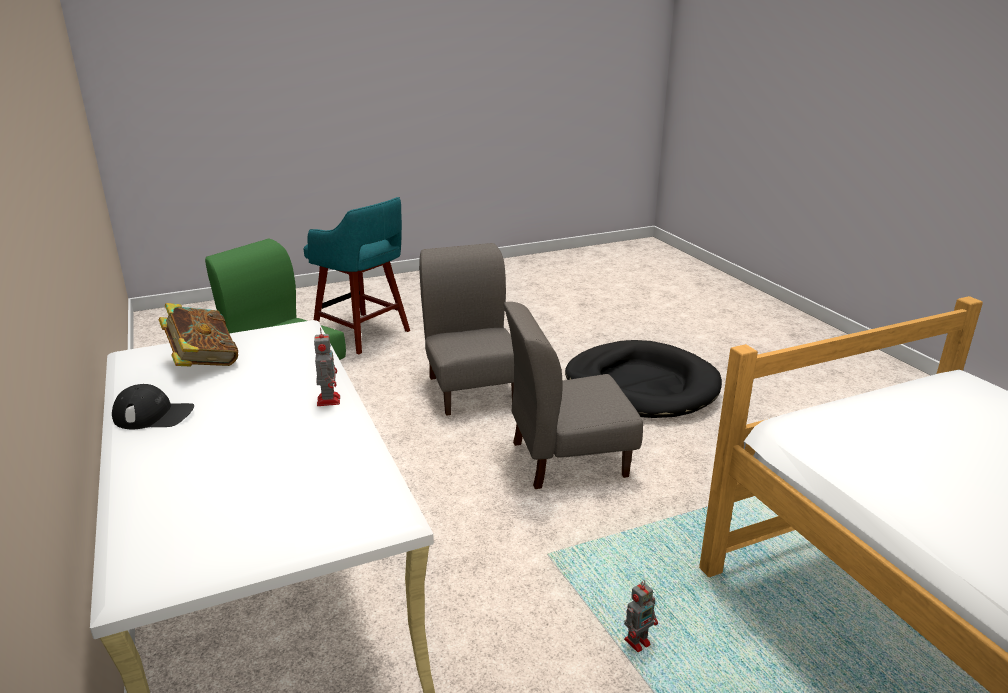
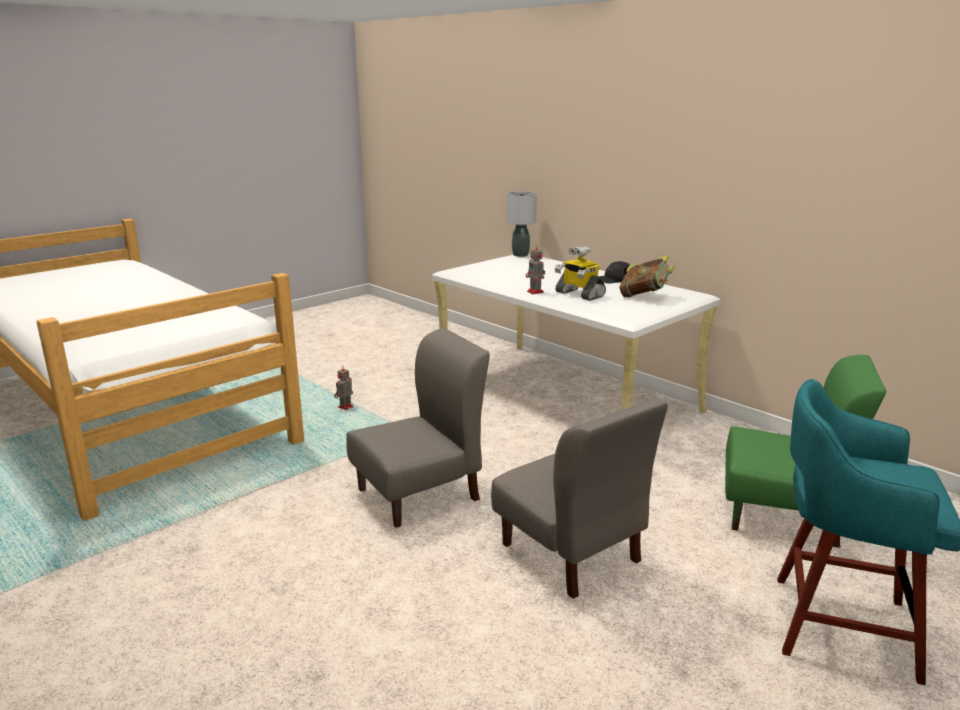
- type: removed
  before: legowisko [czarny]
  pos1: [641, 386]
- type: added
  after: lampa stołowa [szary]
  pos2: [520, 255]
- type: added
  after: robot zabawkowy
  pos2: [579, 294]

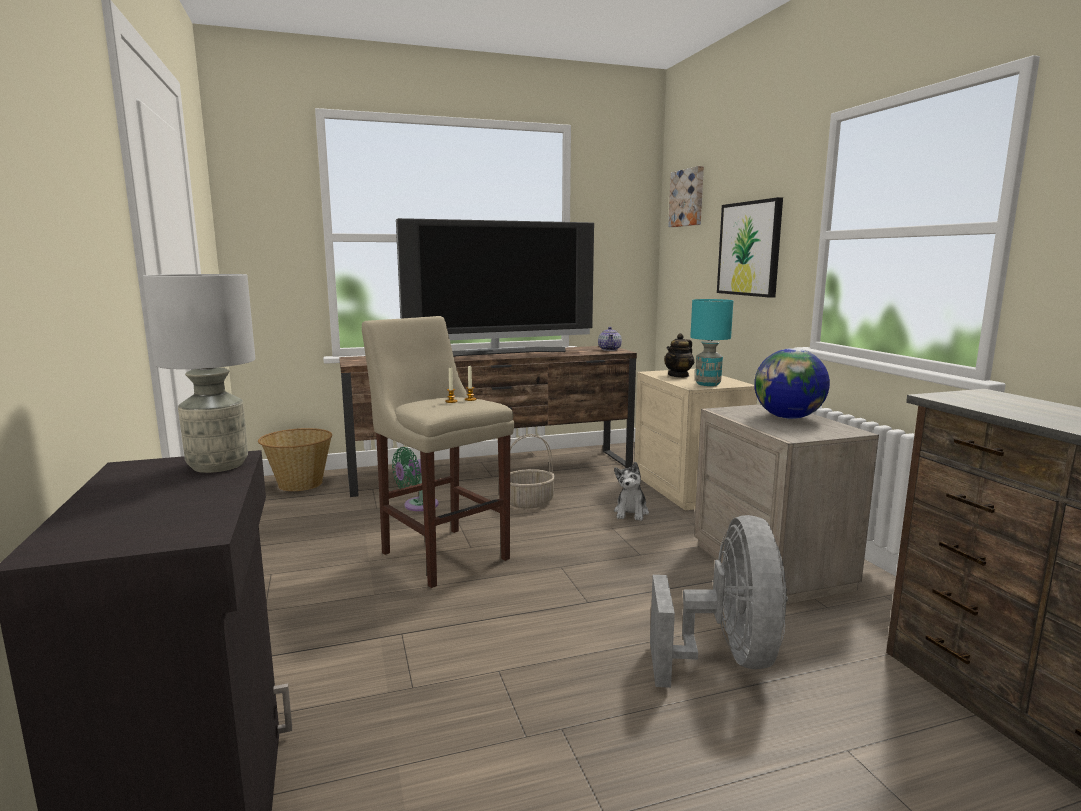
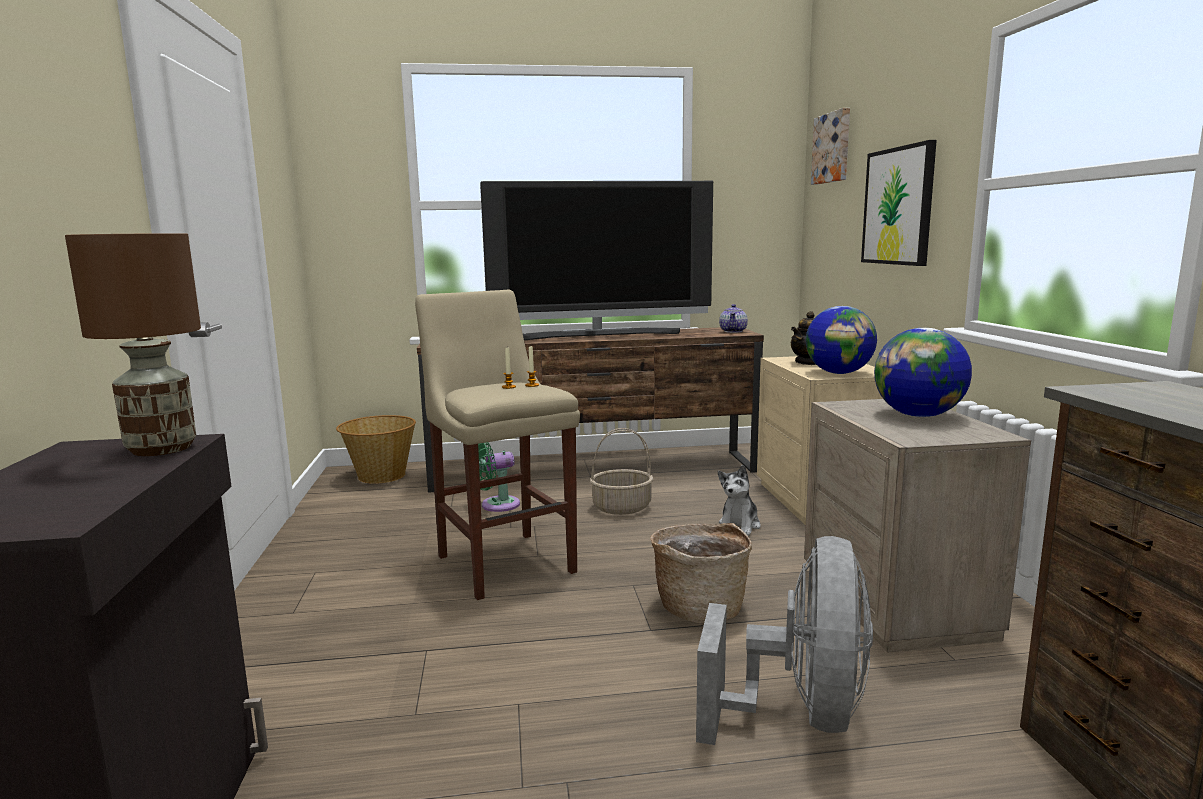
- type: recoloured
  before: lampa stołowa [szary]
  after: lampa stołowa [brązowy]
  pos1: [218, 466]
  pos2: [162, 449]
- type: replaced
  before: lampa stołowa [turkusowy]
  after: globus
  pos1: [708, 384]
  pos2: [839, 373]
- type: added
  after: koszyk
  pos2: [700, 607]

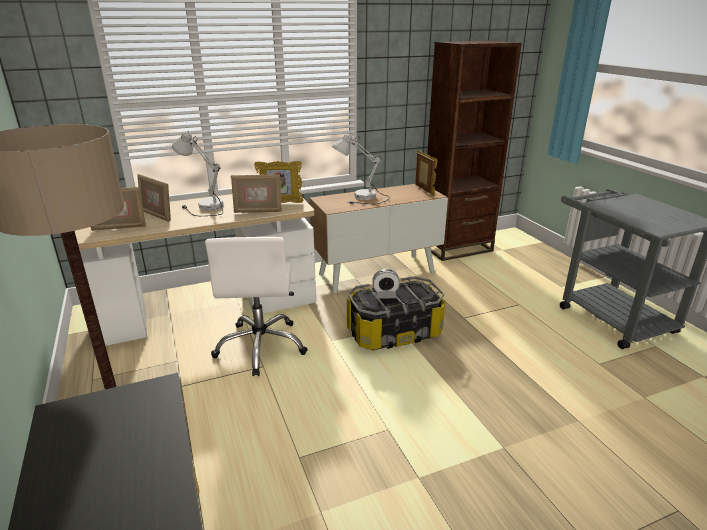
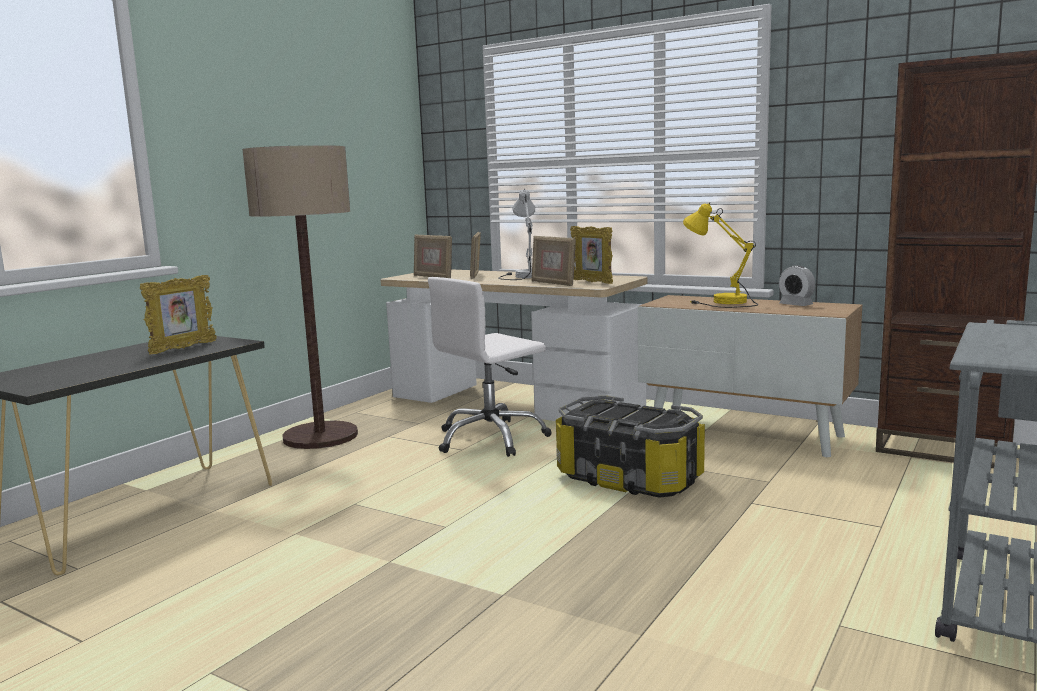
- type: recoloured
  before: lampa stołowa [biały]
  after: lampa stołowa [żółty]
  pos1: [362, 199]
  pos2: [720, 303]
- type: moved
  before: budzik
  pos1: [385, 296]
  pos2: [796, 305]
- type: moved
  before: ramka na zdjęcie
  pos1: [424, 191]
  pos2: [183, 348]

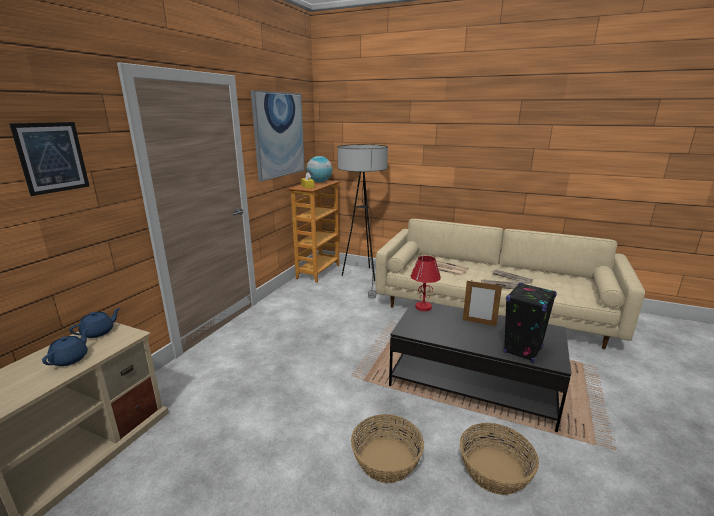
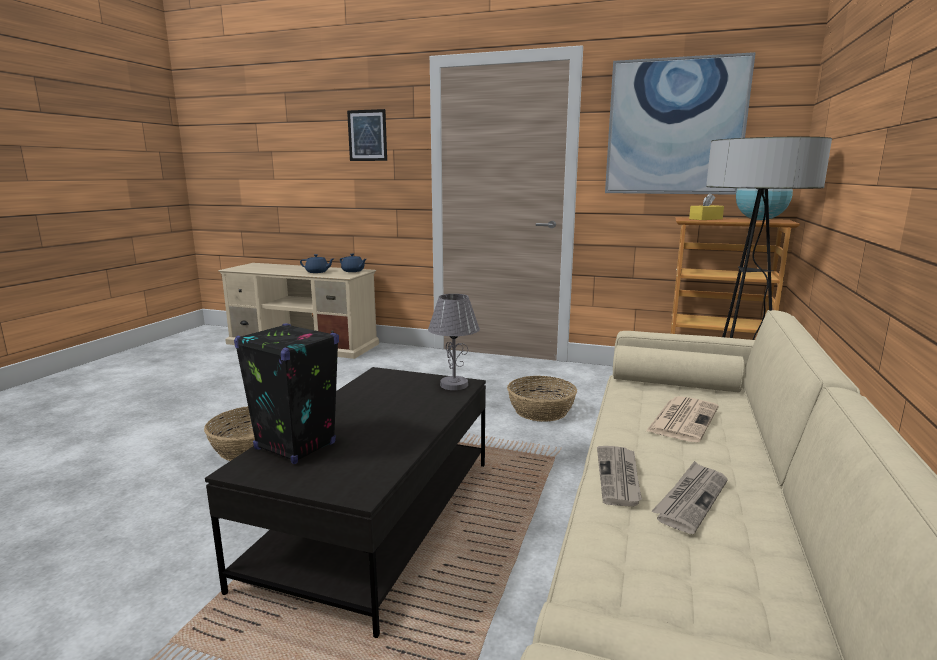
- type: recoloured
  before: lampa stołowa [czerwony]
  after: lampa stołowa [szary]
  pos1: [423, 307]
  pos2: [454, 384]
- type: moved
  before: koszyk
  pos1: [495, 470]
  pos2: [540, 411]
- type: removed
  before: ramka na zdjęcie
  pos1: [479, 322]

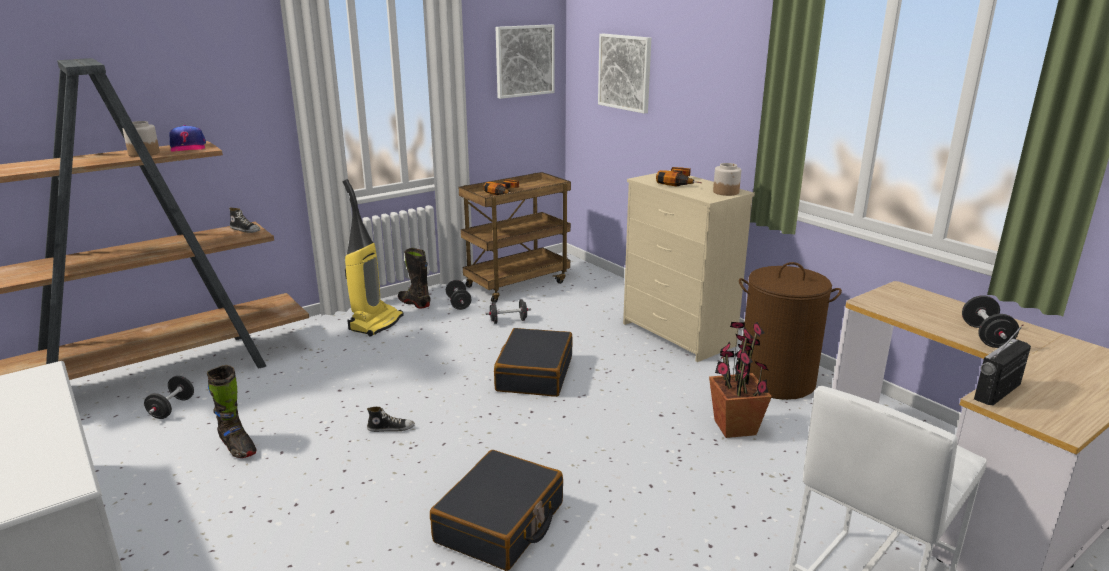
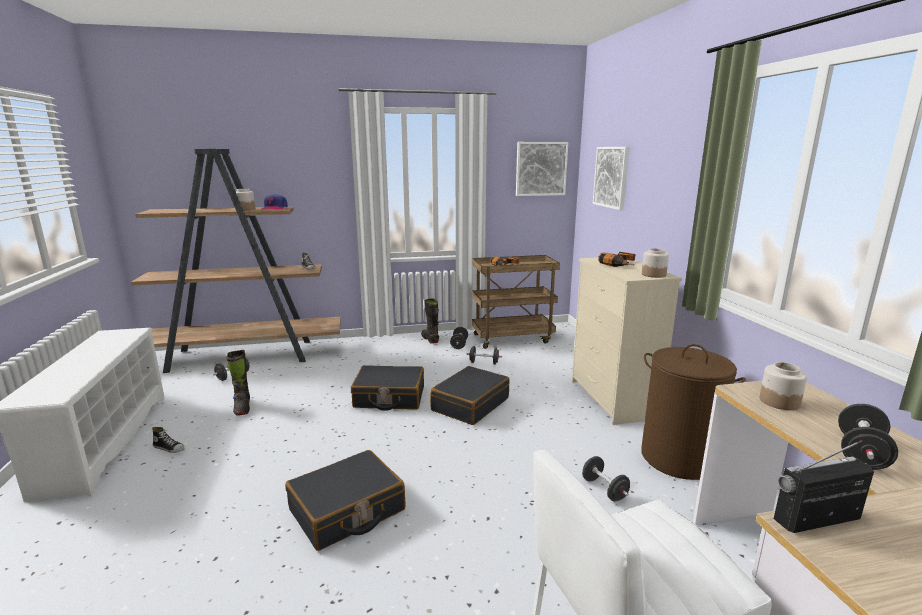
- type: removed
  before: odkurzacz
  pos1: [375, 323]
- type: moved
  before: but
  pos1: [391, 428]
  pos2: [169, 448]
- type: replaced
  before: roślina doniczkowa
  after: hantel [czarny]
  pos1: [734, 427]
  pos2: [604, 489]
- type: added
  after: walizka [czarny]
  pos2: [389, 397]
- type: added
  after: słoik
  pos2: [779, 401]

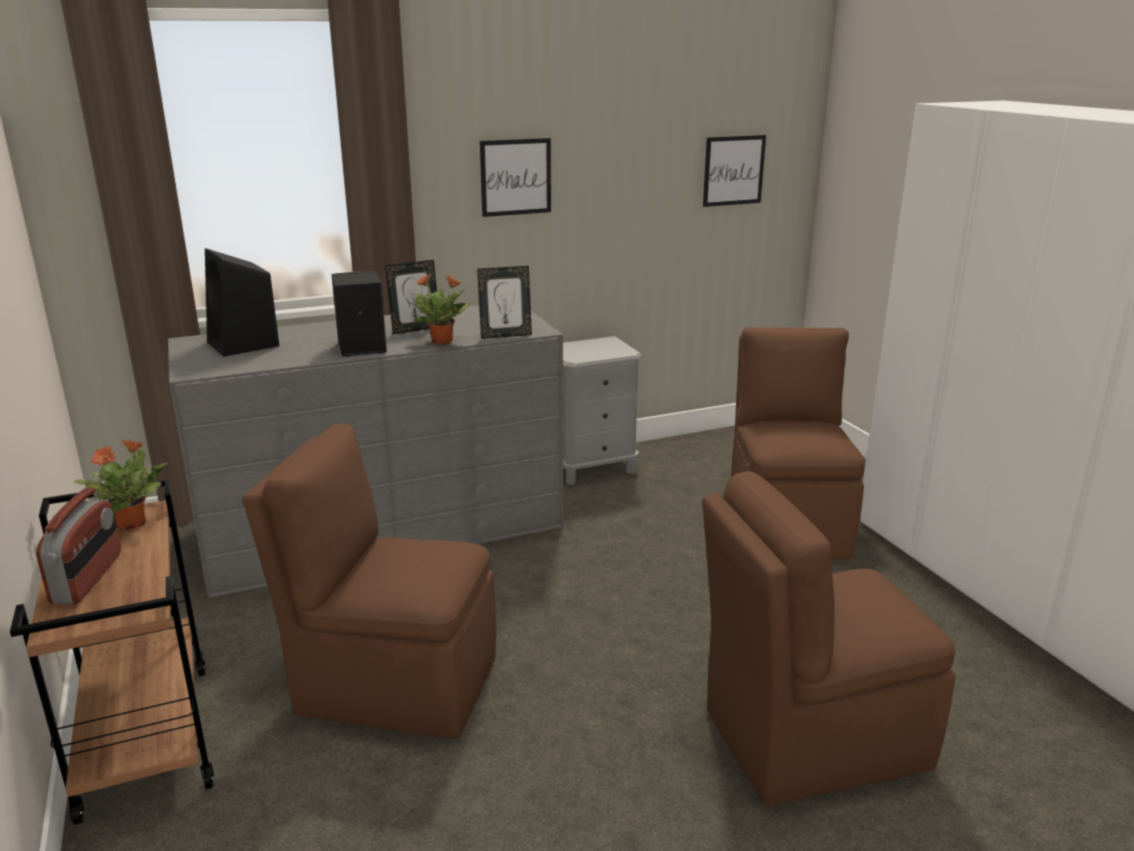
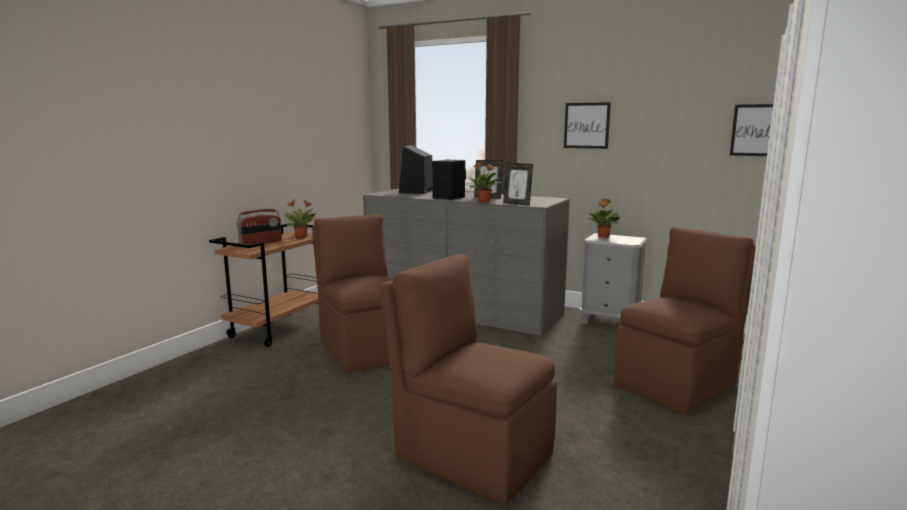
- type: added
  after: roślina doniczkowa
  pos2: [603, 236]

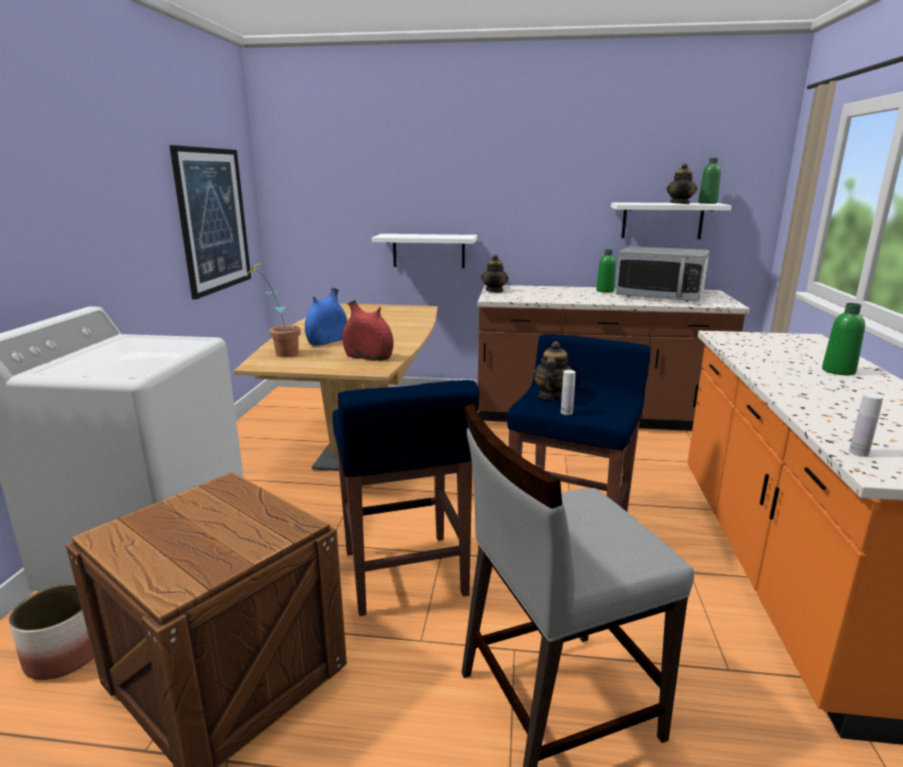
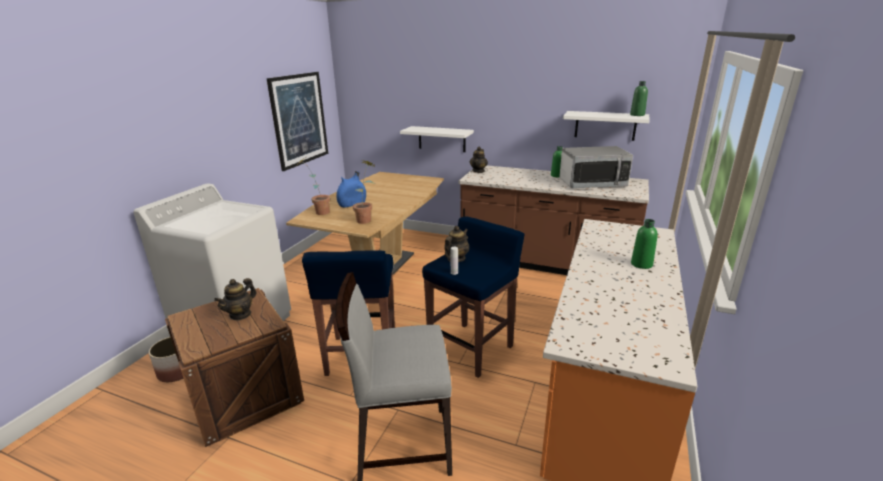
- type: replaced
  before: wazon [czerwony]
  after: roślina doniczkowa
  pos1: [368, 357]
  pos2: [367, 219]
- type: turned
  before: mikrofalówka
  pos1: [659, 296]
  pos2: [592, 183]
  turn: -45
- type: moved
  before: imbryk
  pos1: [680, 203]
  pos2: [240, 314]
- type: removed
  before: butelka [biały]
  pos1: [858, 452]

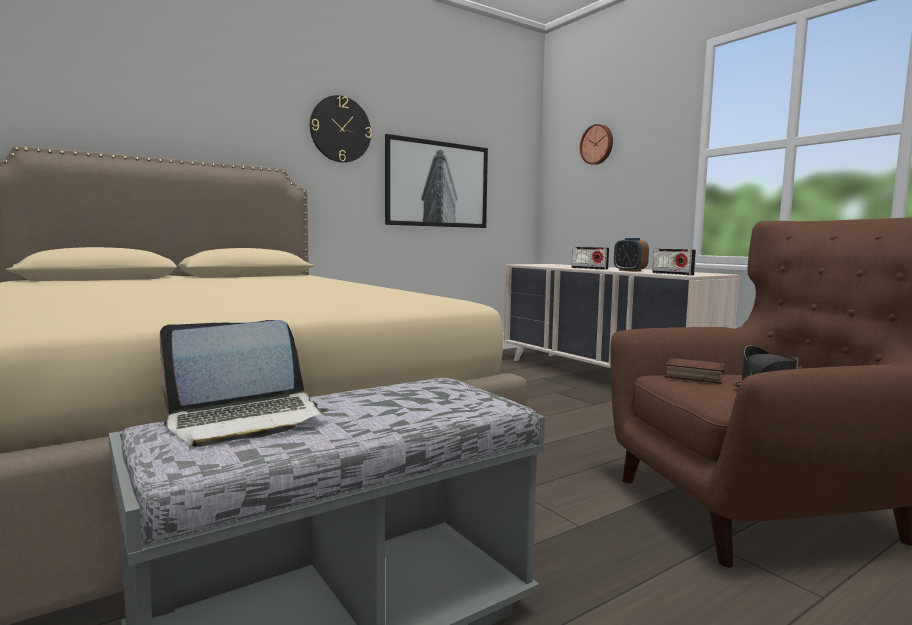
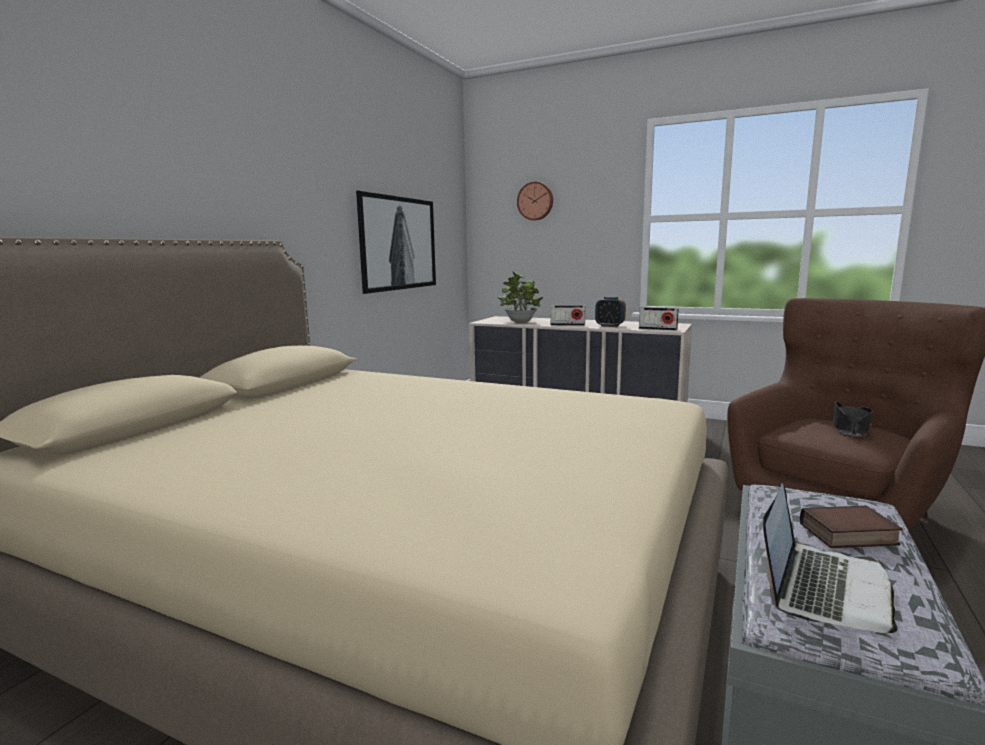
- type: removed
  before: zegar ścienny
  pos1: [340, 129]
- type: moved
  before: książka
  pos1: [693, 376]
  pos2: [848, 535]
- type: added
  after: roślina doniczkowa
  pos2: [519, 321]

